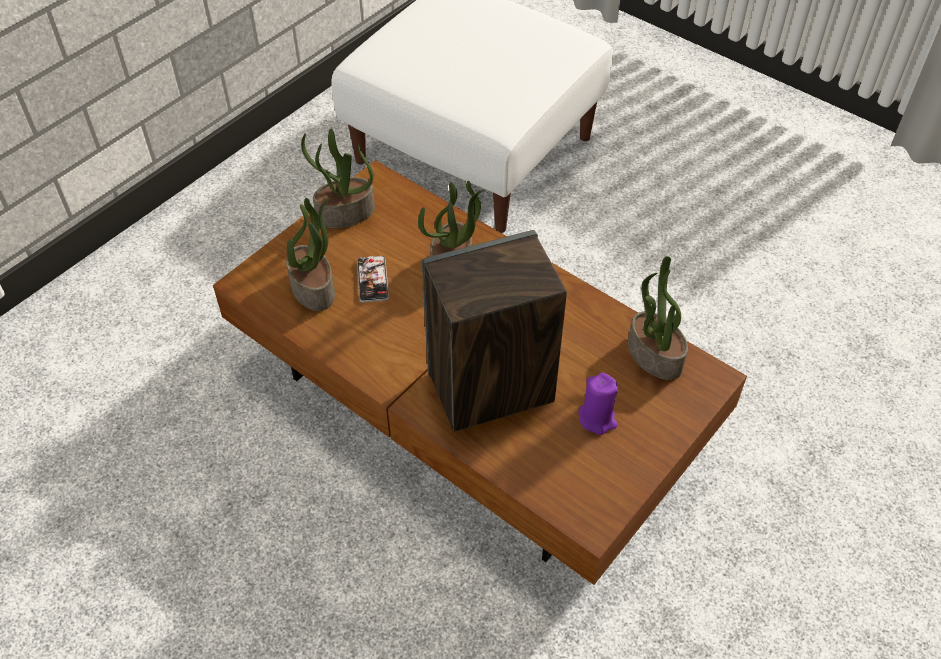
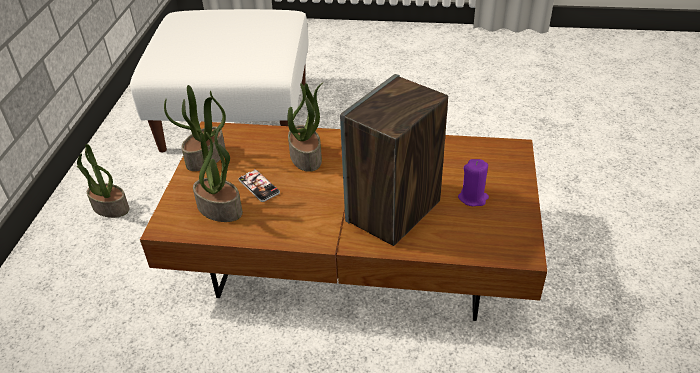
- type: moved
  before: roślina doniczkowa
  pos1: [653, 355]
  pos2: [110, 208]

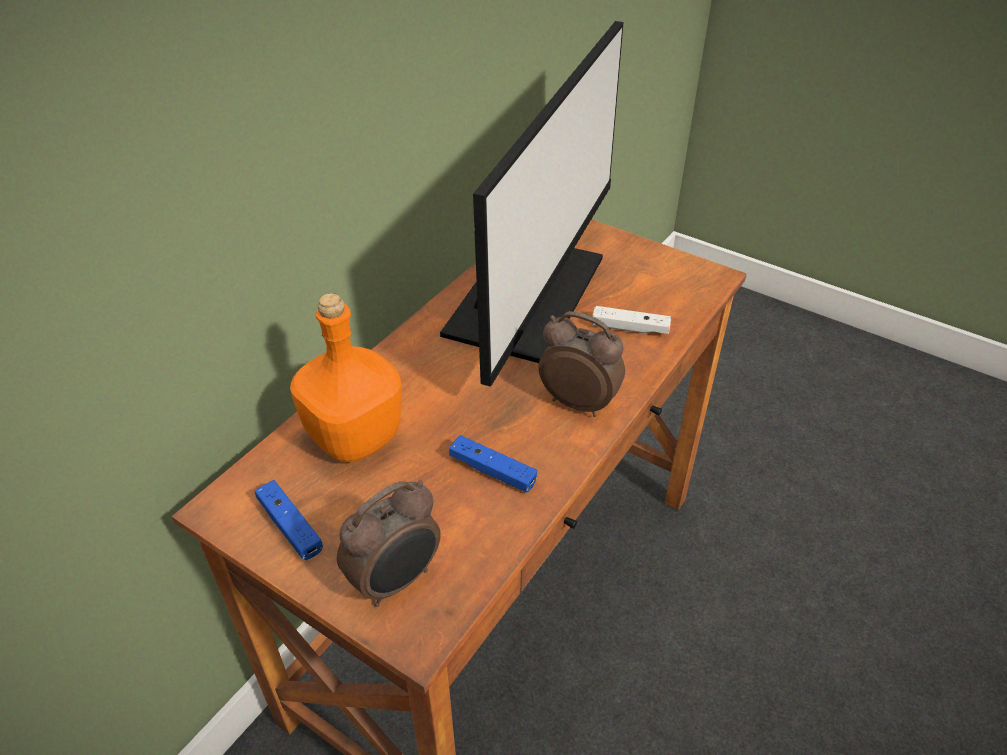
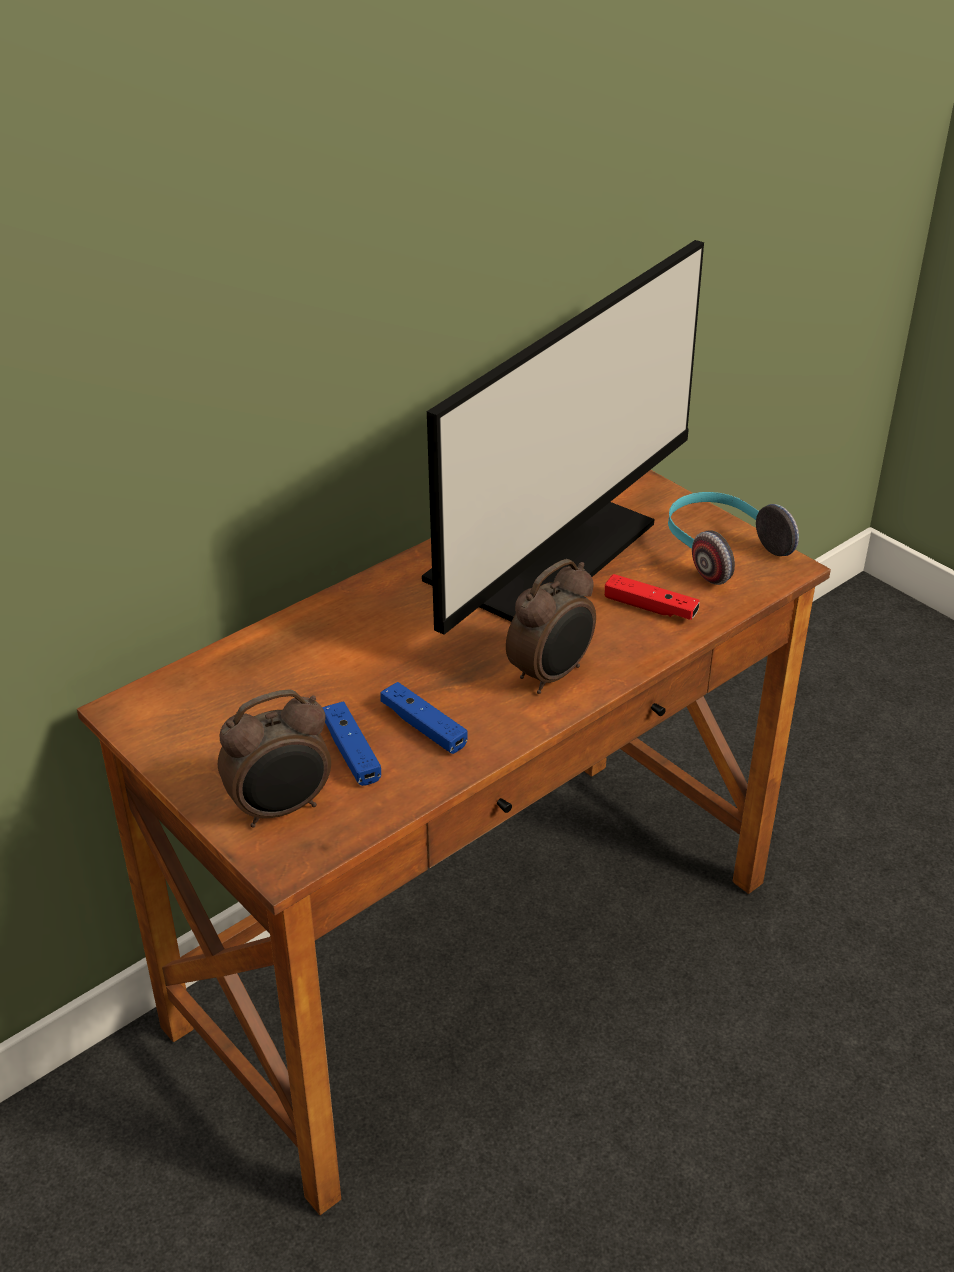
- type: moved
  before: pad do gier [niebieski]
  pos1: [290, 526]
  pos2: [351, 752]
- type: removed
  before: butelka [pomarańczowy]
  pos1: [353, 436]
- type: turned
  before: budzik
  pos1: [579, 401]
  pos2: [552, 675]
  turn: 90
- type: recoloured
  before: pad do gier [biały]
  after: pad do gier [czerwony]
  pos1: [630, 328]
  pos2: [650, 607]
- type: added
  after: słuchawki
  pos2: [720, 550]

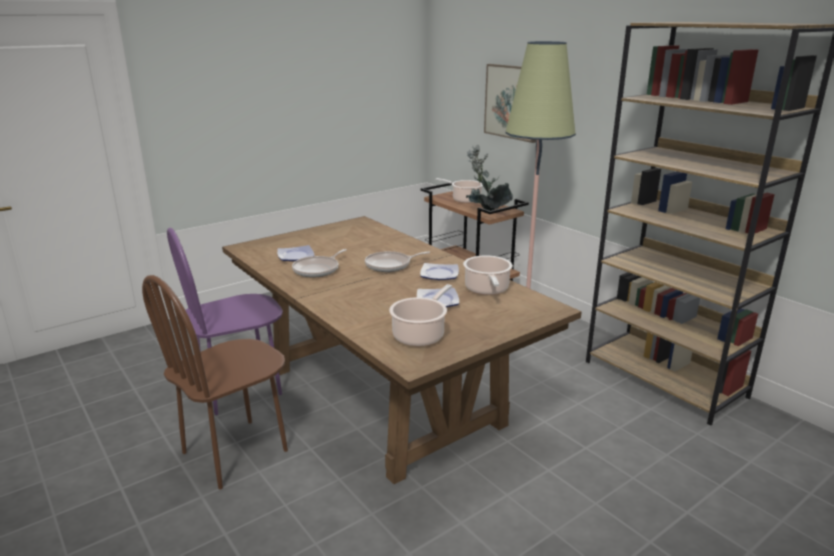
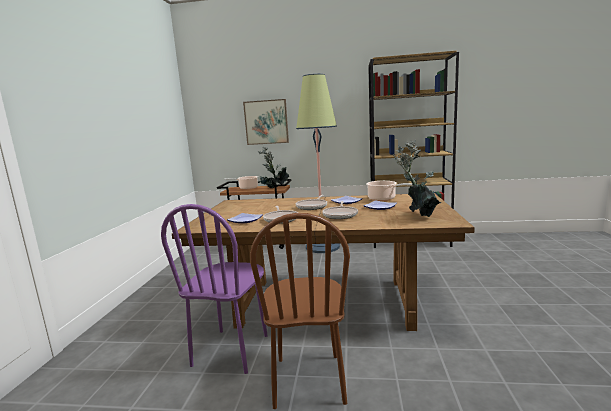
- type: replaced
  before: garnek
  after: roślina doniczkowa
  pos1: [420, 335]
  pos2: [418, 216]
- type: added
  after: patelnia
  pos2: [340, 215]

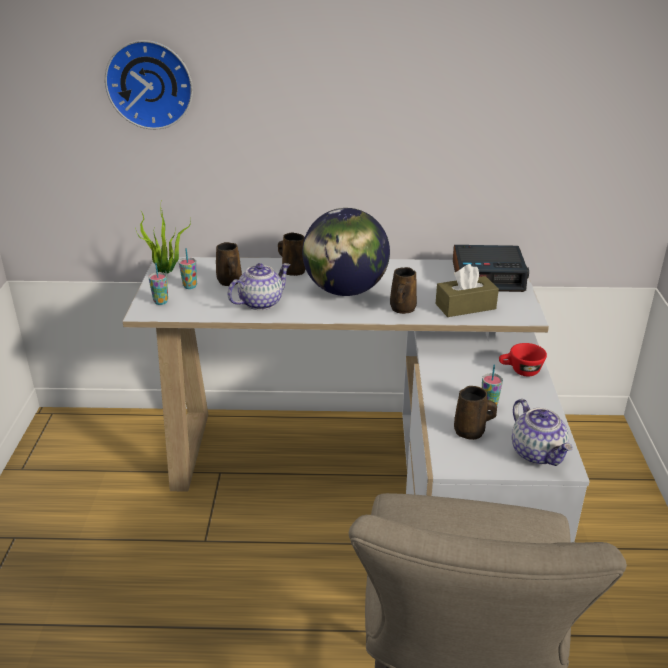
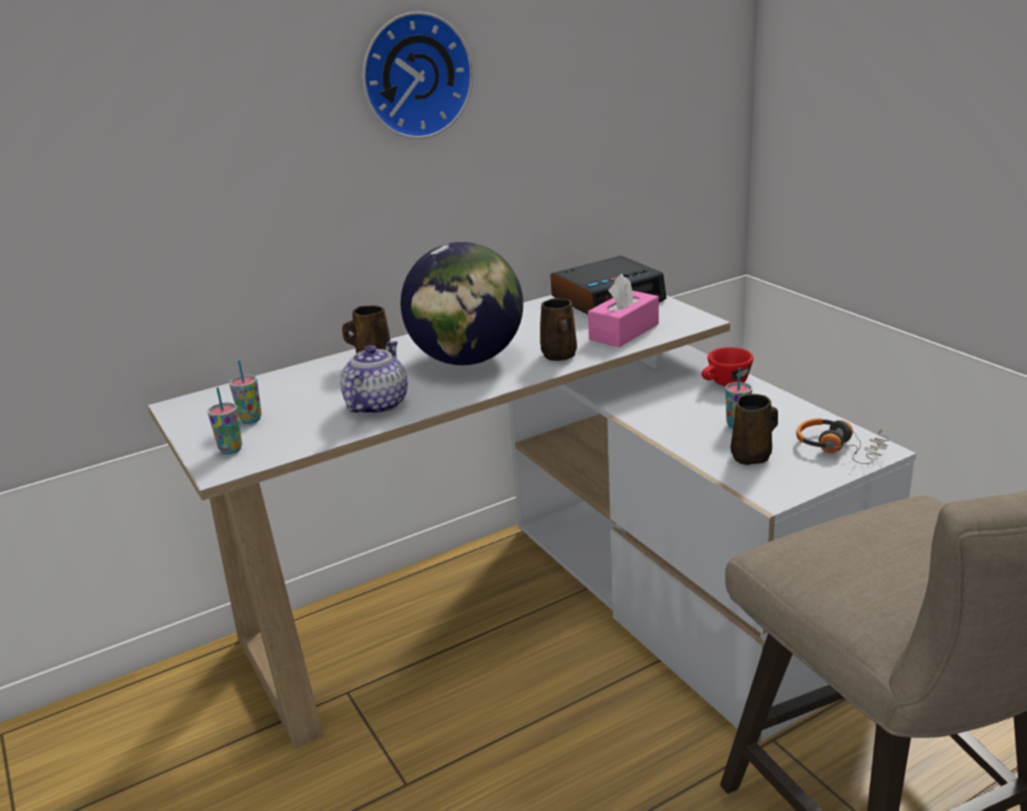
- type: moved
  before: zegar ścienny
  pos1: [150, 84]
  pos2: [414, 75]
- type: removed
  before: roślina doniczkowa
  pos1: [166, 271]
- type: removed
  before: kubek [brązowy]
  pos1: [230, 282]
- type: recoloured
  before: pudełko chusteczek [brązowy]
  after: pudełko chusteczek [różowy]
  pos1: [465, 306]
  pos2: [624, 332]
- type: replaced
  before: imbryk
  after: słuchawki
  pos1: [538, 453]
  pos2: [840, 448]

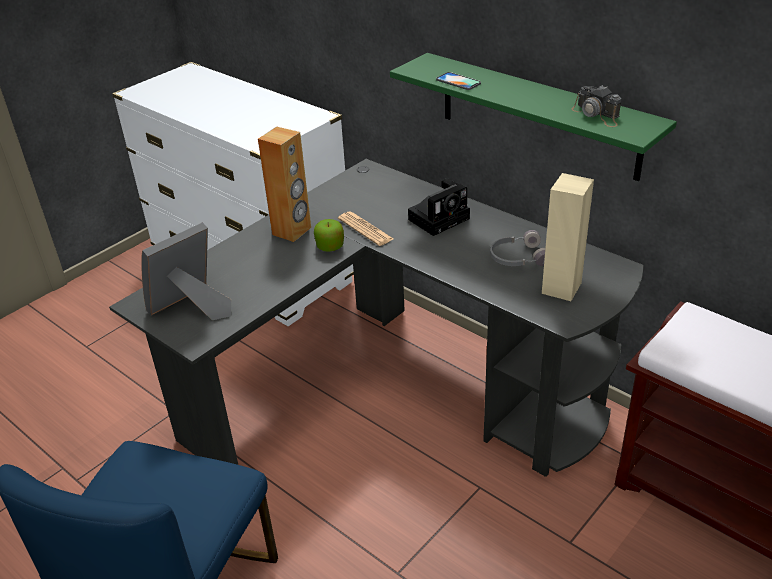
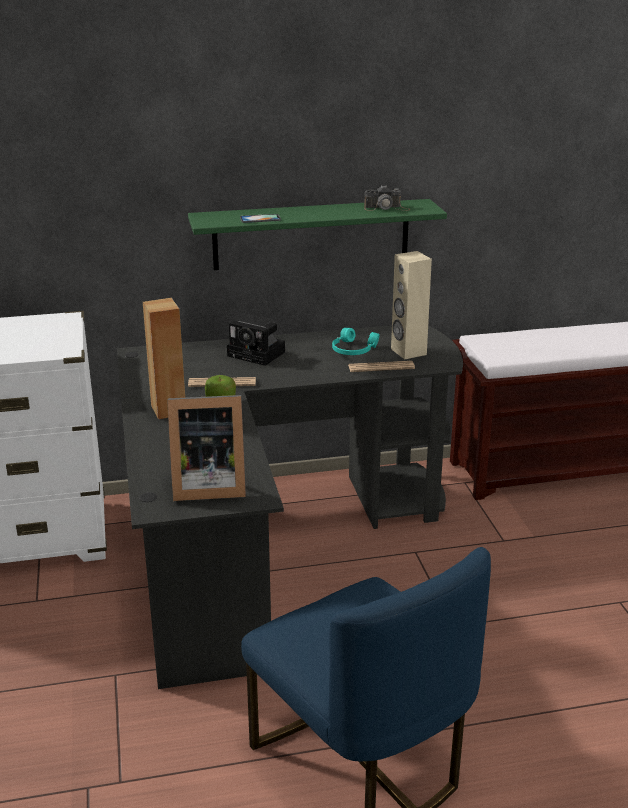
- type: turned
  before: ramka na zdjęcie
  pos1: [191, 308]
  pos2: [206, 485]
  turn: -90
- type: turned
  before: aparat fotograficzny
  pos1: [440, 218]
  pos2: [258, 354]
  turn: 120
- type: recoloured
  before: słuchawki [szary]
  after: słuchawki [turkusowy]
  pos1: [517, 257]
  pos2: [353, 350]
- type: added
  after: gazeta
  pos2: [381, 367]

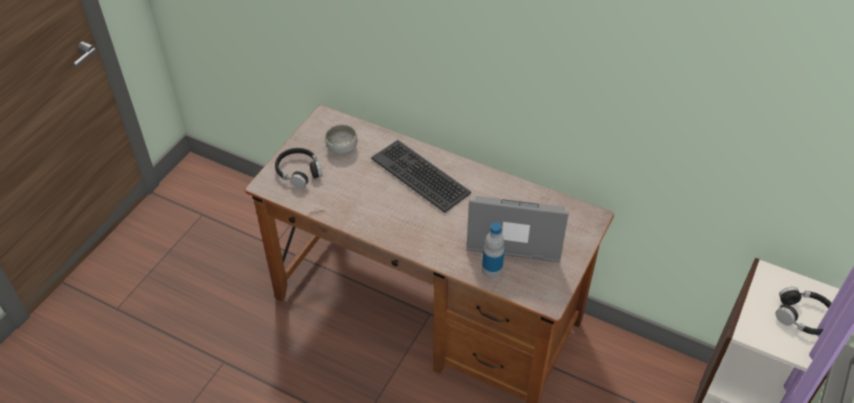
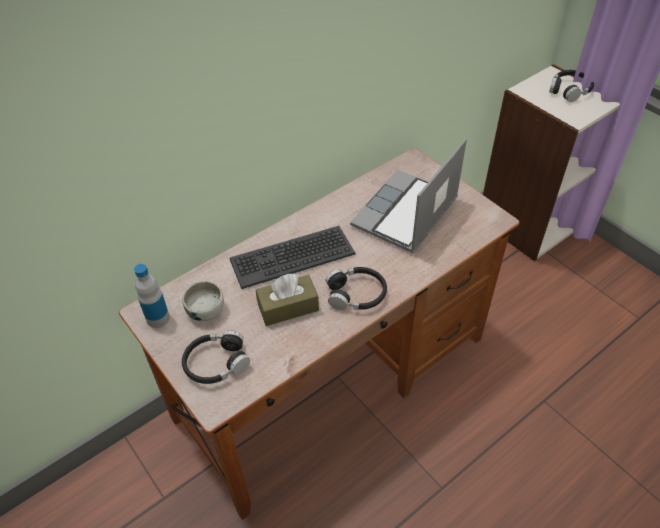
- type: moved
  before: butelka
  pos1: [492, 270]
  pos2: [158, 318]
- type: added
  after: pudełko chusteczek [brązowy]
  pos2: [288, 307]
- type: added
  after: słuchawki [czarny]
  pos2: [356, 294]

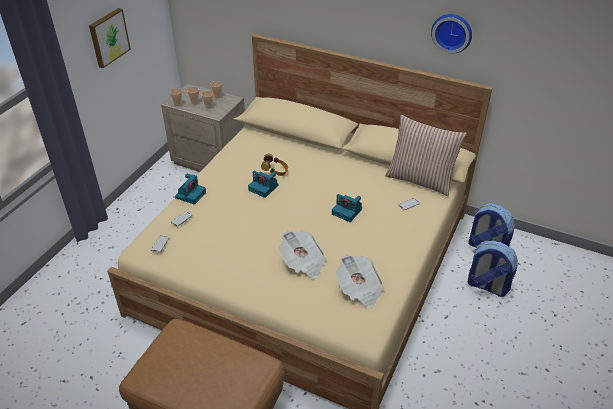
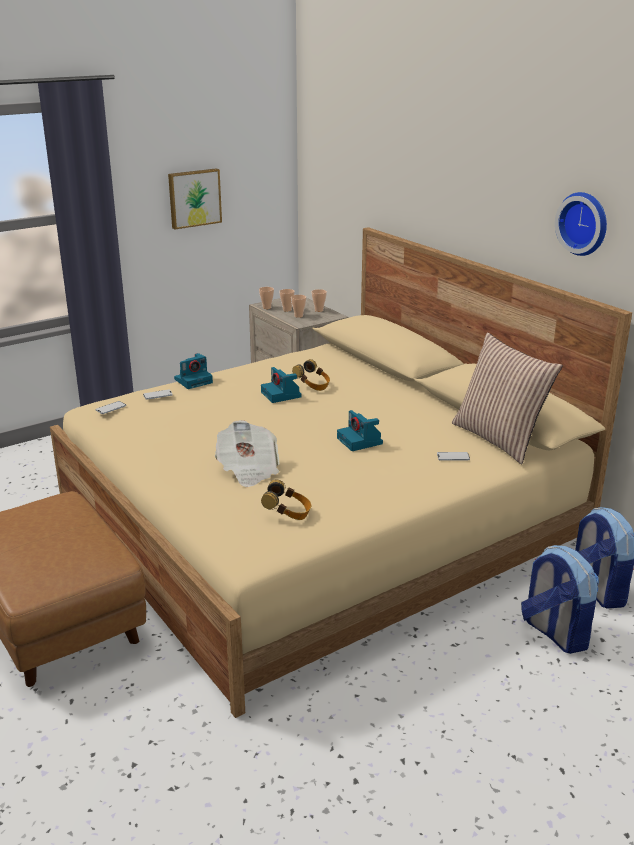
- type: replaced
  before: gazeta
  after: słuchawki
  pos1: [359, 290]
  pos2: [288, 514]

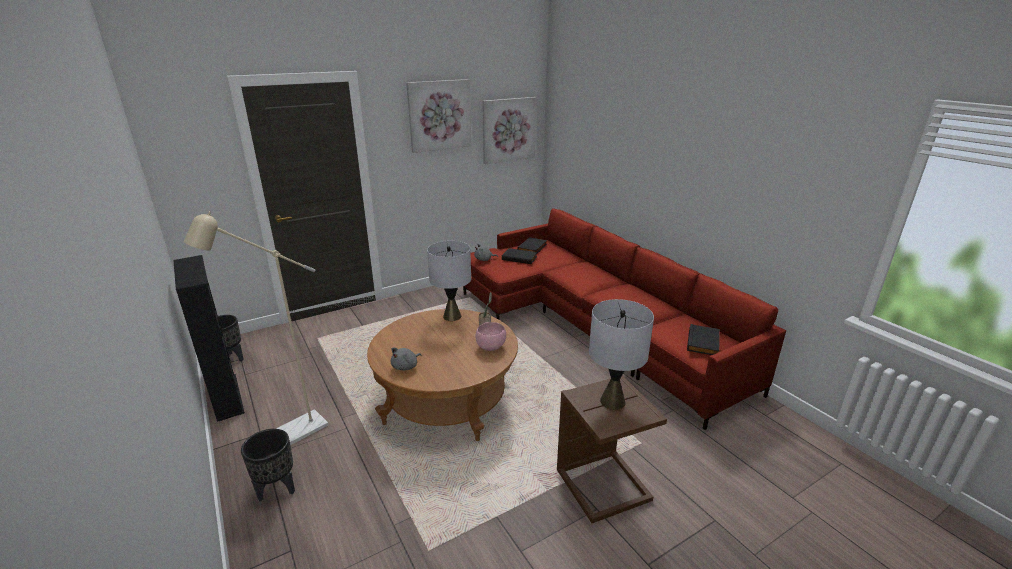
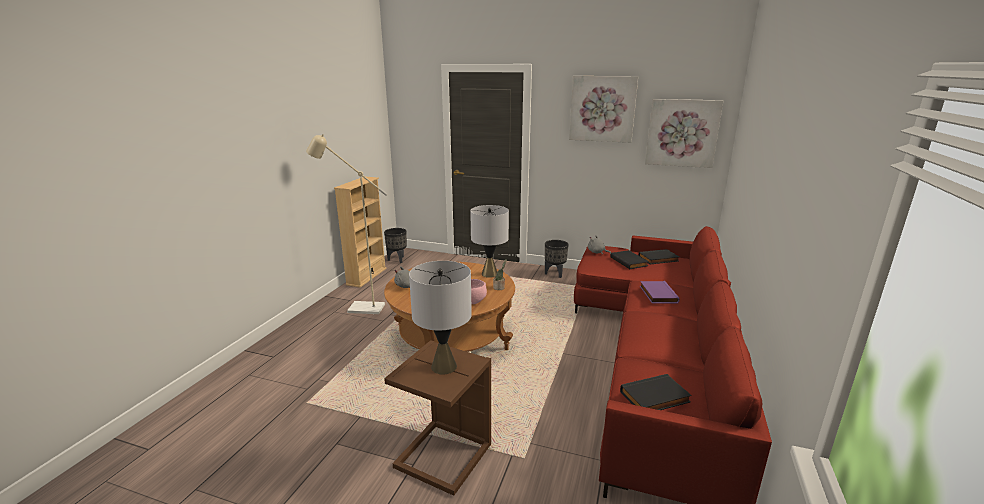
- type: recoloured
  before: regał [czarny]
  after: regał [beżowy]
  pos1: [226, 397]
  pos2: [366, 276]
- type: moved
  before: donica [czarny]
  pos1: [277, 489]
  pos2: [555, 274]
- type: added
  after: książka [fioletowy]
  pos2: [657, 294]

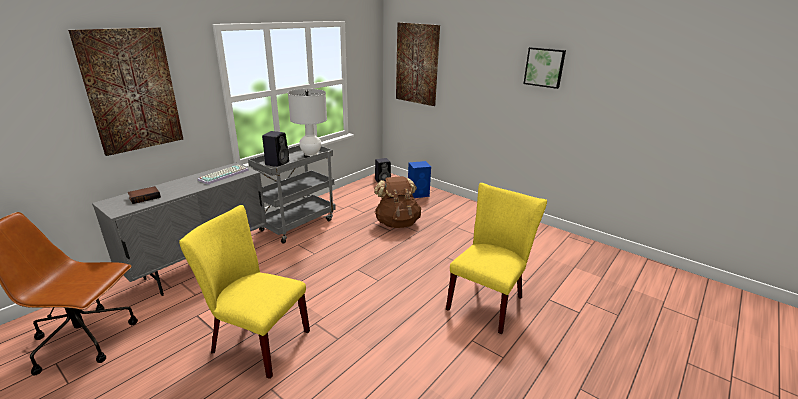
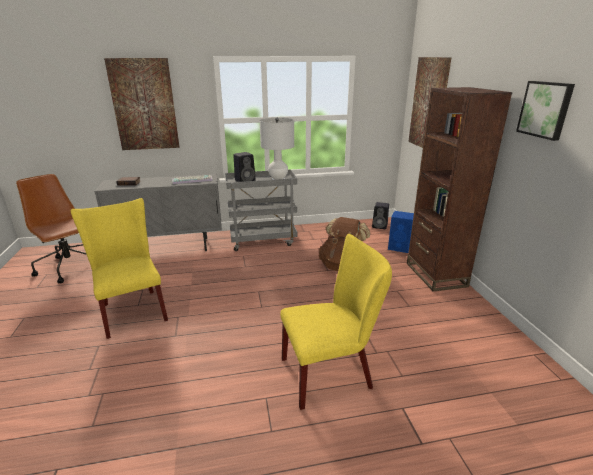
- type: added
  after: regał [brązowy]
  pos2: [435, 274]

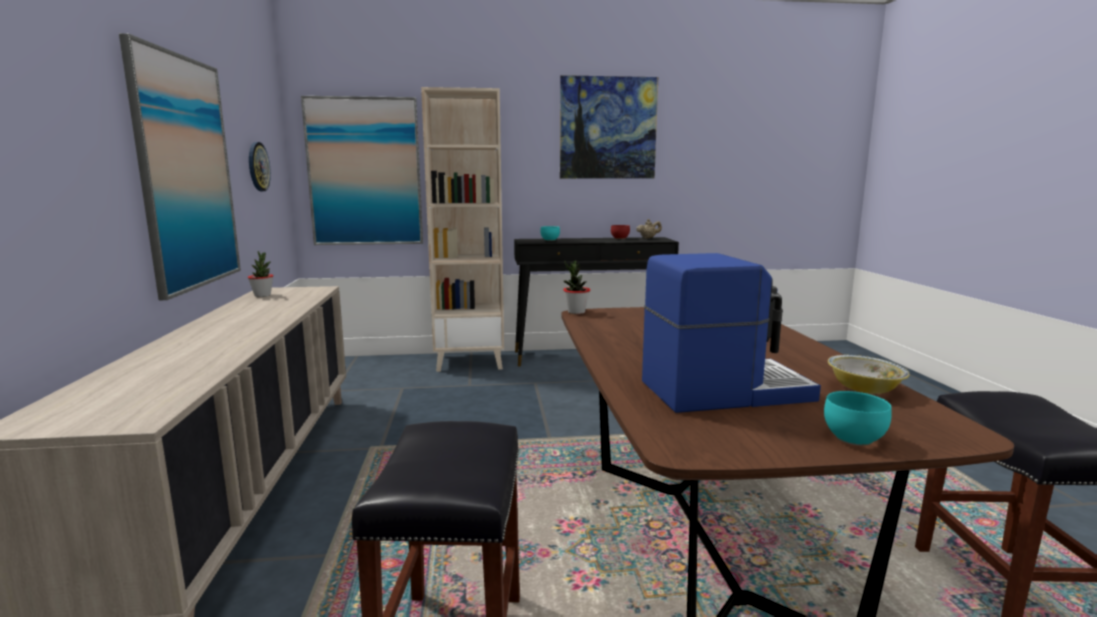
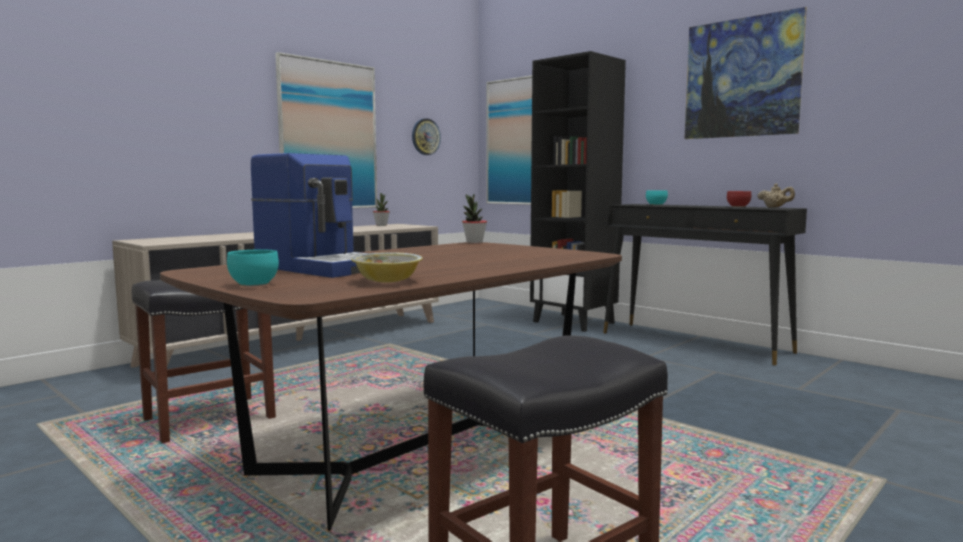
- type: recoloured
  before: regał [beżowy]
  after: regał [czarny]
  pos1: [470, 362]
  pos2: [574, 322]

